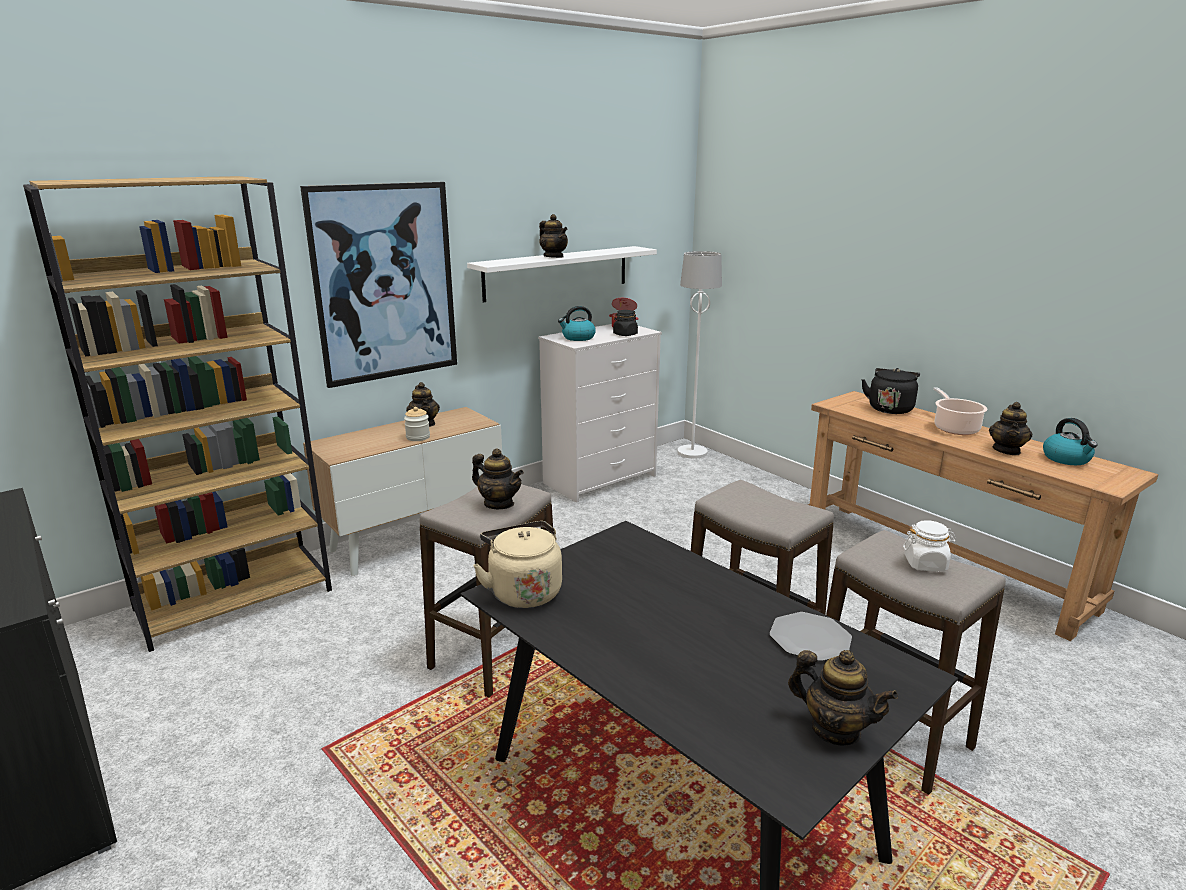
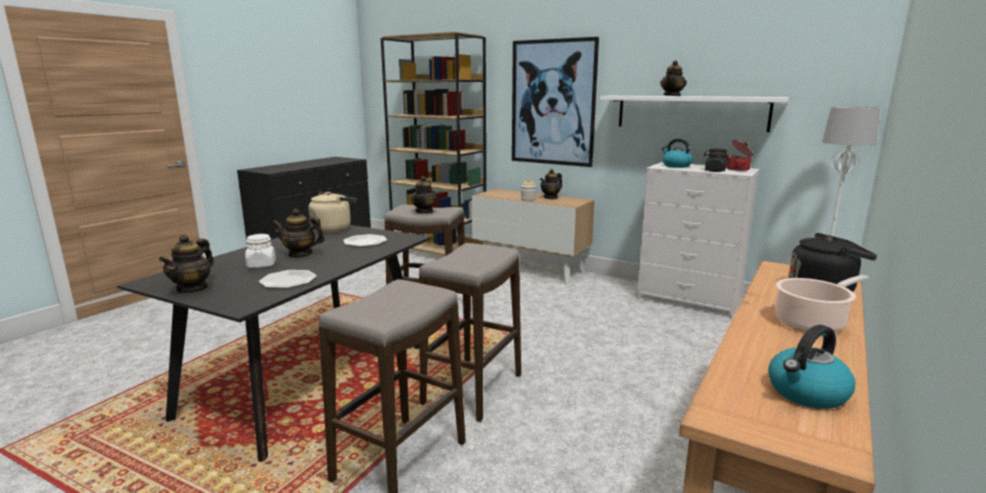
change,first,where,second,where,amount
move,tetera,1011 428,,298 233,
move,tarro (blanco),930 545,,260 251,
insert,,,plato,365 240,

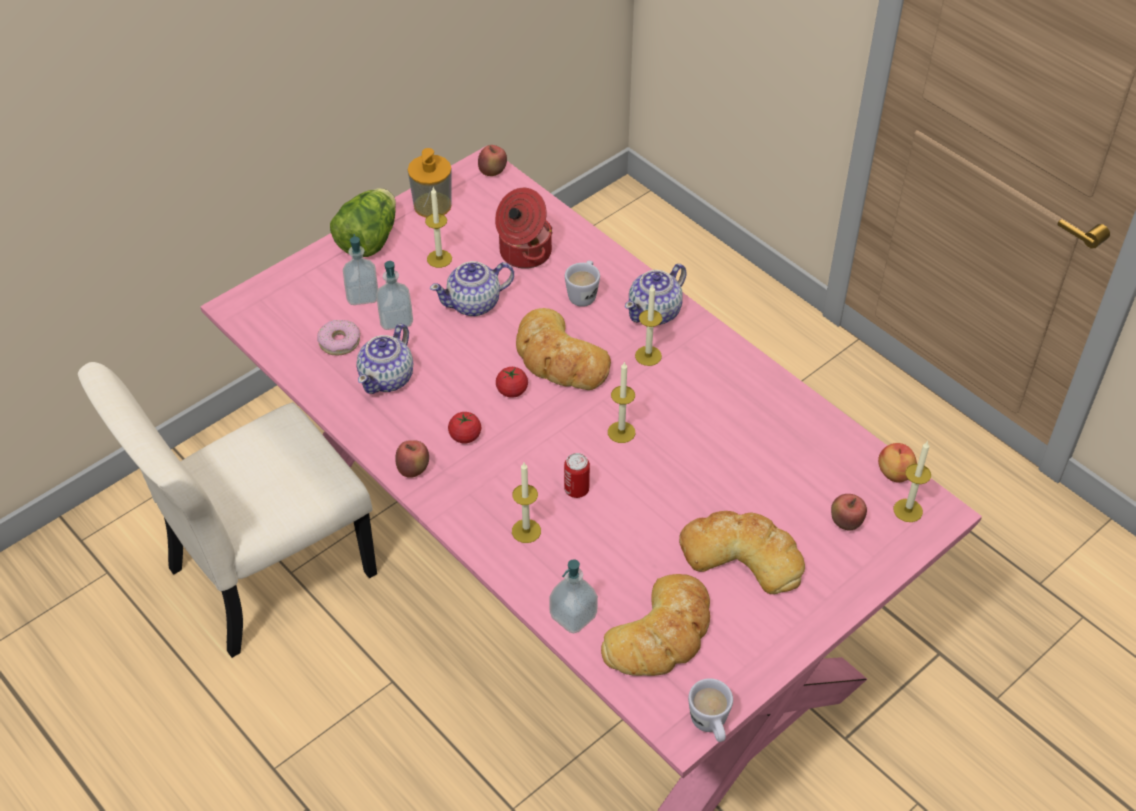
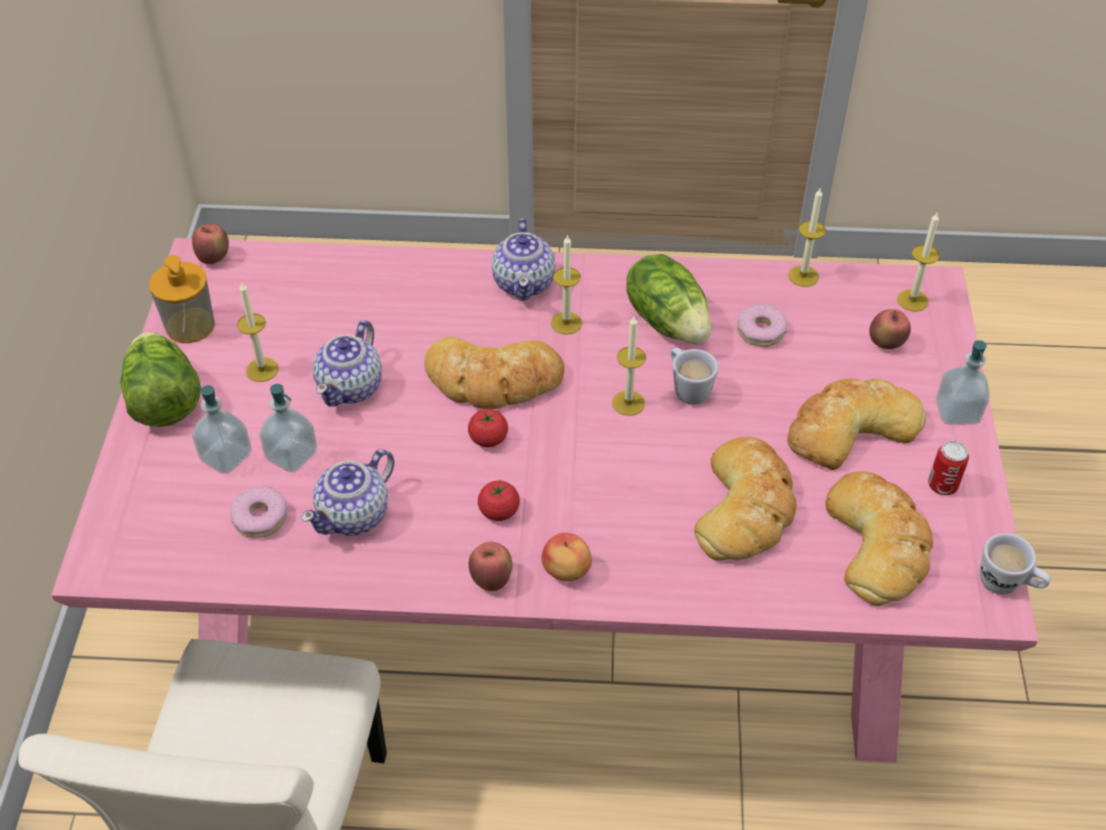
change,first,where,second,where,amount
delete,olla,524 228,,,
move,taza grande (blanco),582 284,,694 376,
rotate,tetera,385 359,,348 492,60 degrees clockwise
move,manzana,897 463,,567 557,
move,lata,577 475,,948 468,
move,vela,526 503,,807 237,
move,dispensador de jabón,573 596,,963 382,
insert,,,lechuga,669 299,
insert,,,rosquilla,762 325,
insert,,,pan,745 499,

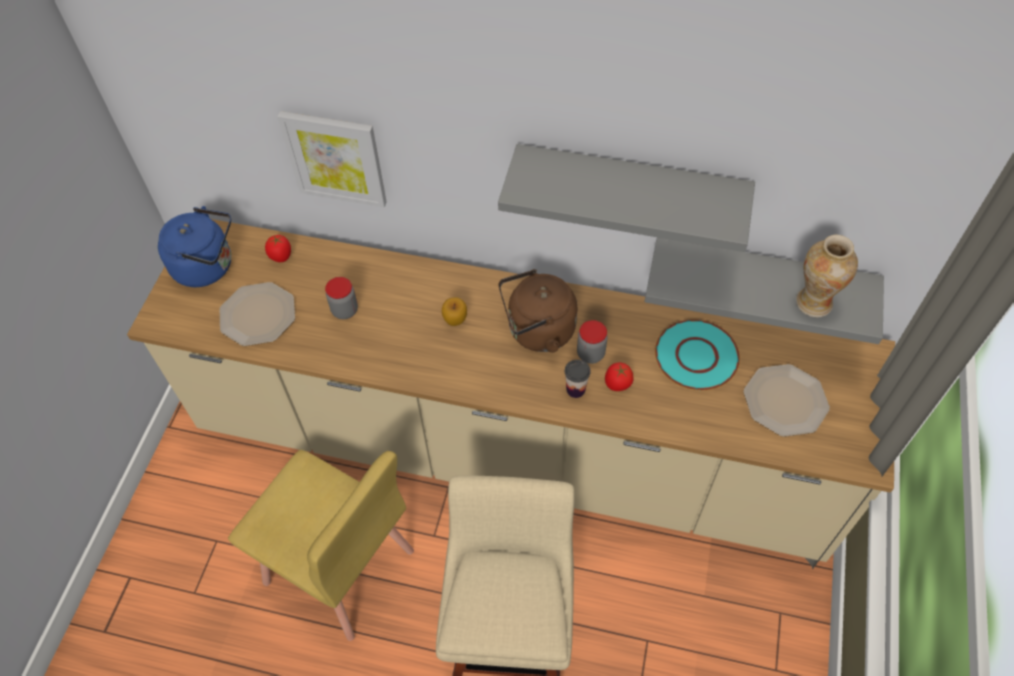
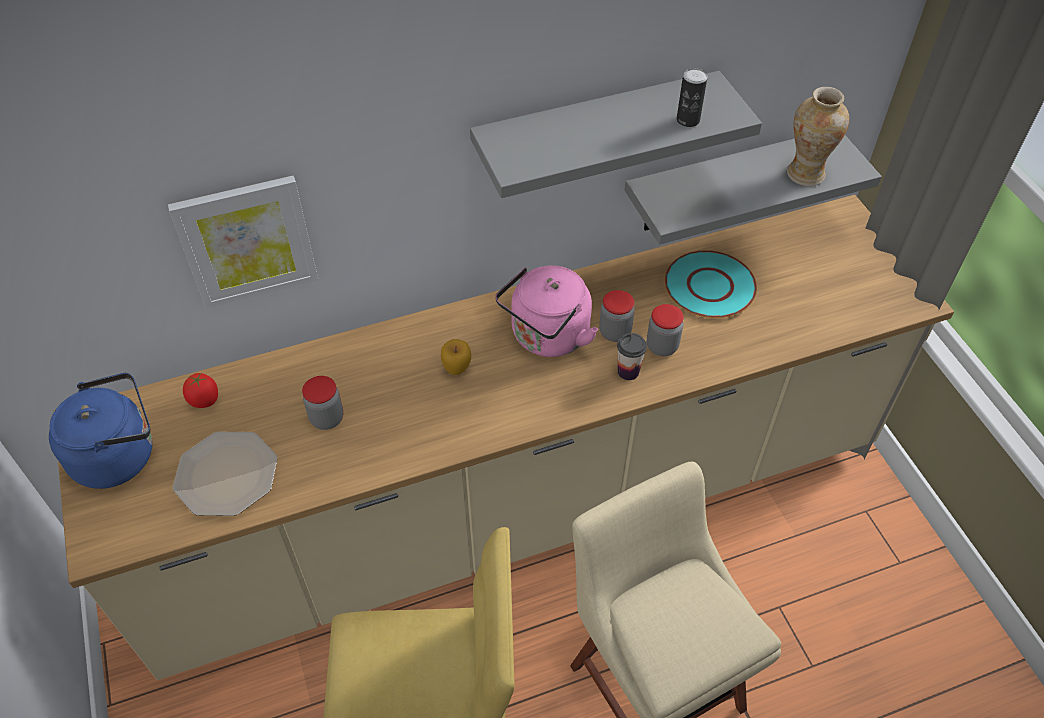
change,first,where,second,where,amount
recolor,hervidor (marrón),537 310,hervidor (rosa),546 311,
replace,tomate,619 376,tarro,665 330,
delete,plato,787 400,,,
insert,,,lata,692 97,

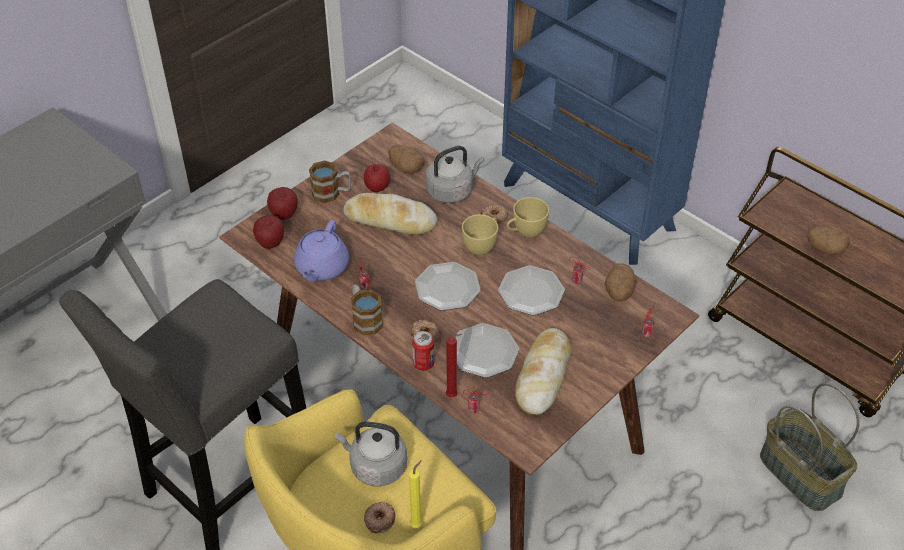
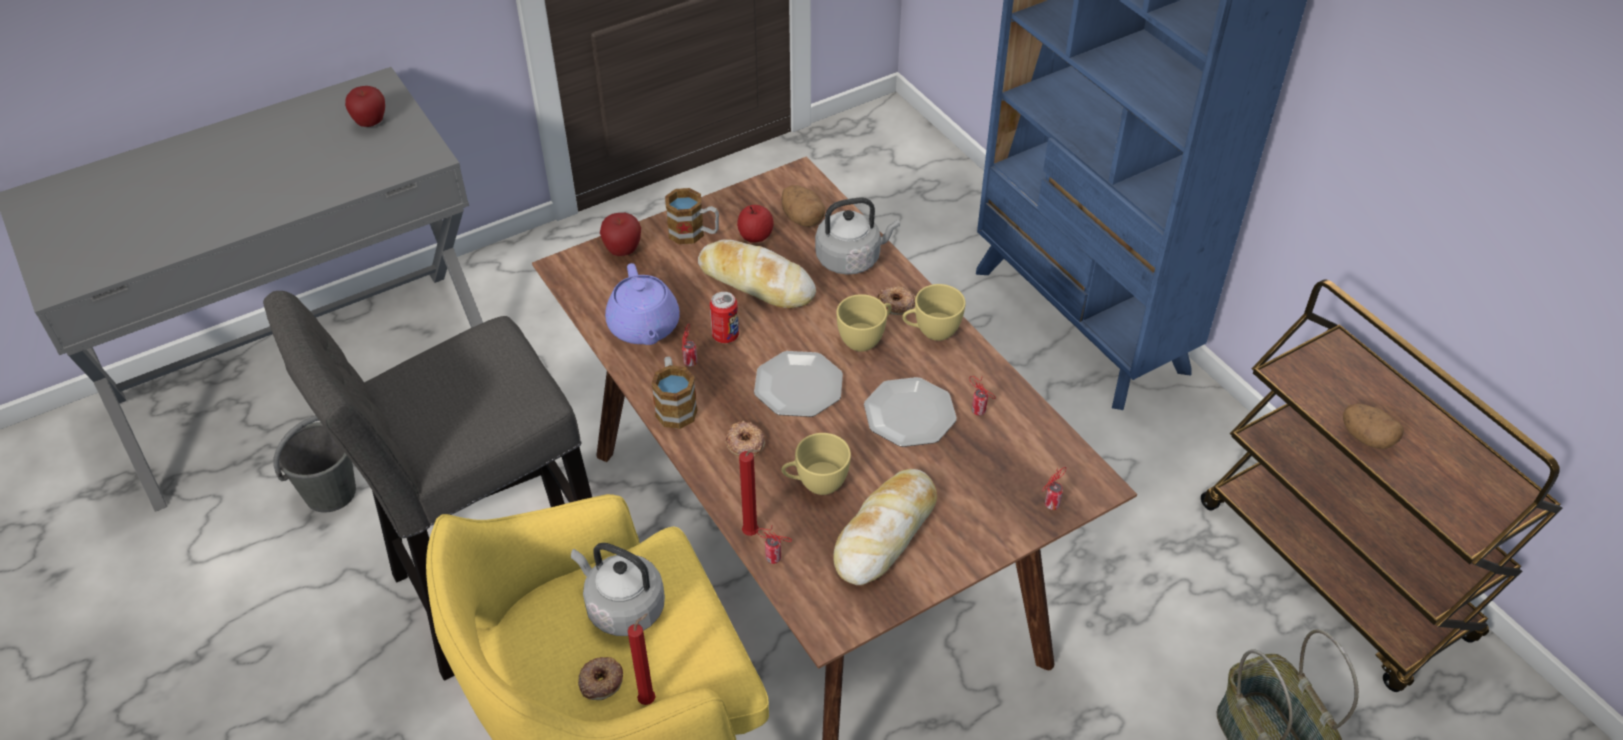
change,first,where,second,where,amount
move,manzana,268 232,,365 106,
rotate,tetera (morado),321 251,,642 304,45 degrees counterclockwise
delete,patata,621 282,,,
replace,plato,487 350,taza (amarillo),816 464,
move,lata,423 351,,724 317,
recolor,vela (amarillo),416 494,vela (rojo),641 659,
insert,,,cubo (gris),314 464,

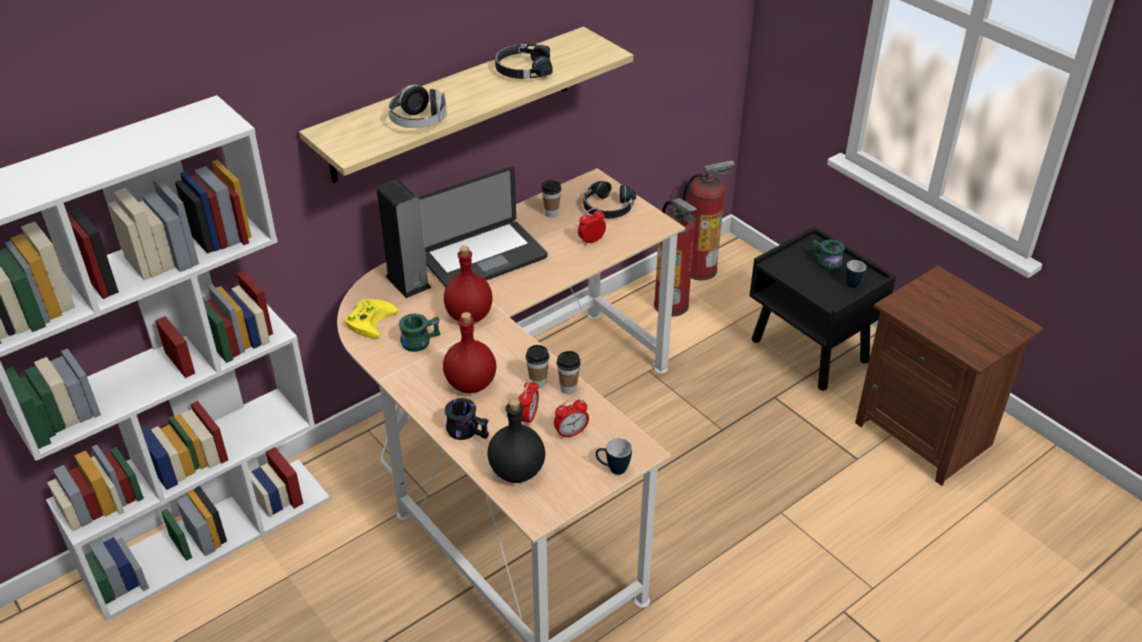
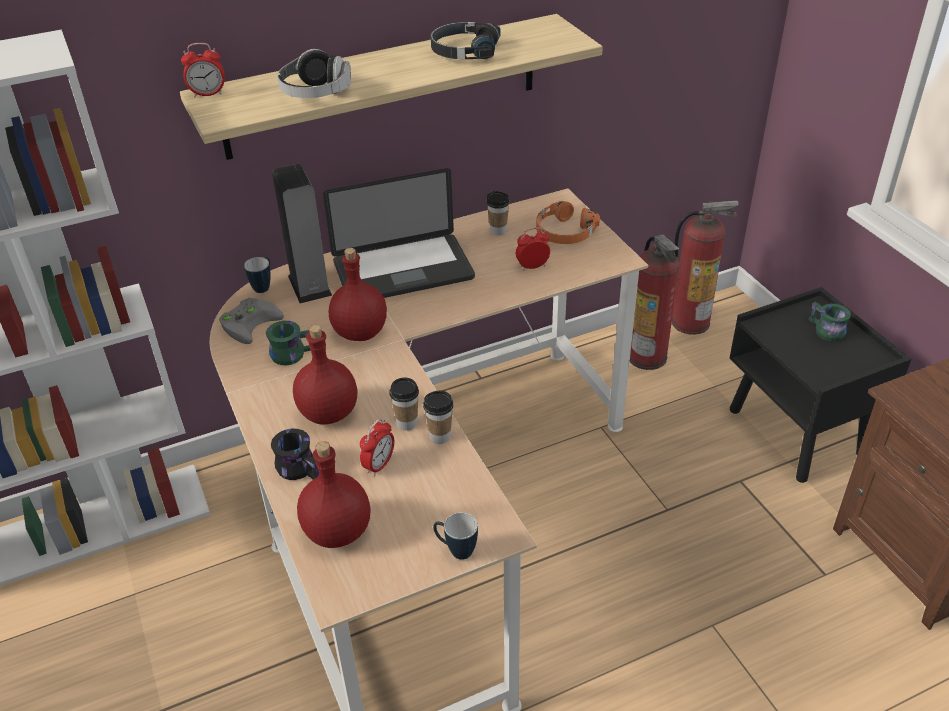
change,first,where,second,where,amount
recolor,auriculares (negro),609 199,auriculares (naranja),568 222,
move,taza grande,856 273,,257 275,
recolor,mando de consola (amarillo),371 319,mando de consola (gris),251 321,
recolor,botella (negro),516 440,botella (rojo),333 494,
move,despertador,571 418,,203 70,

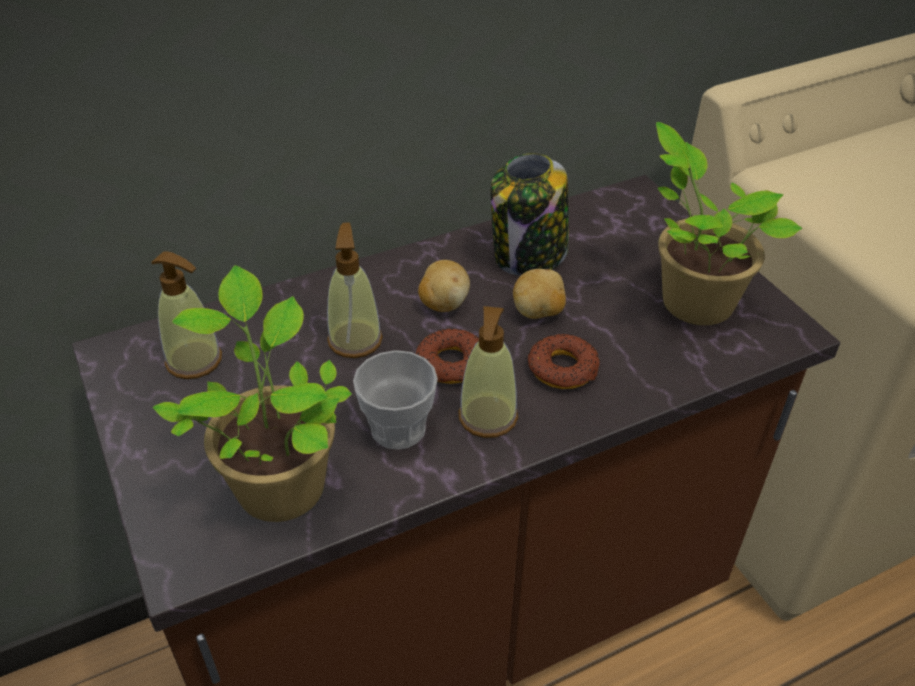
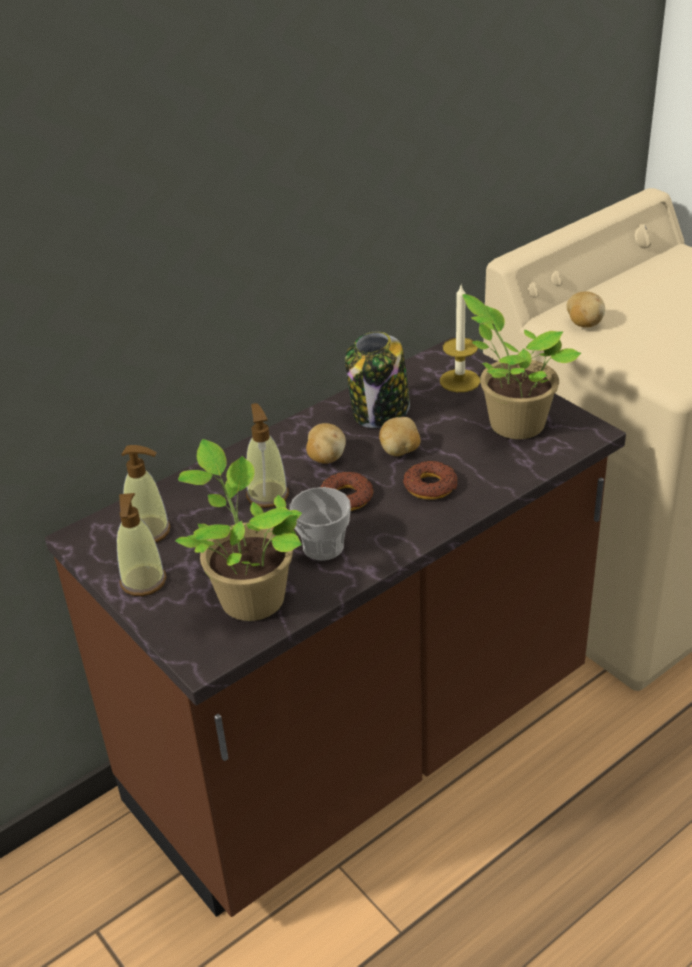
change,first,where,second,where,amount
move,dispensador de jabón,488 372,,141 544,
insert,,,vela,460 338,
insert,,,patata,585 309,

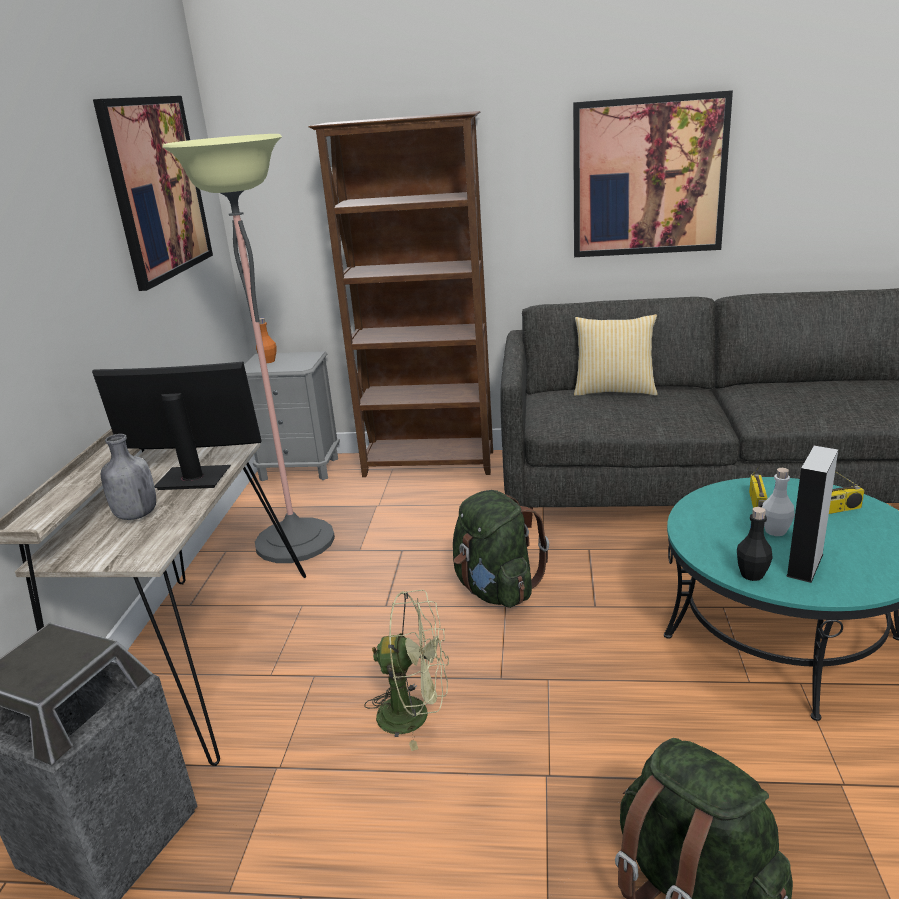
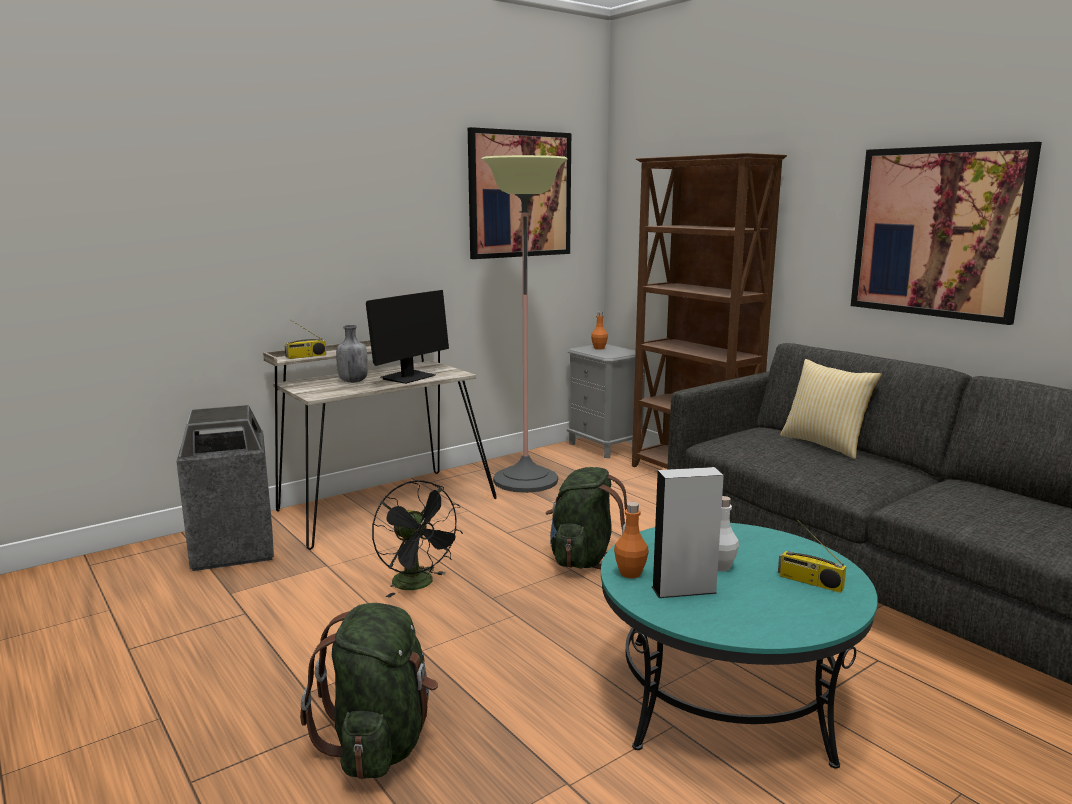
change,first,where,second,where,amount
rotate,monitor,177 426,,407 337,75 degrees clockwise
move,radio,758 486,,305 339,
recolor,botella (negro),755 544,botella (naranja),631 540,
recolor,ventilador (verde),406 670,ventilador (negro),417 539,

